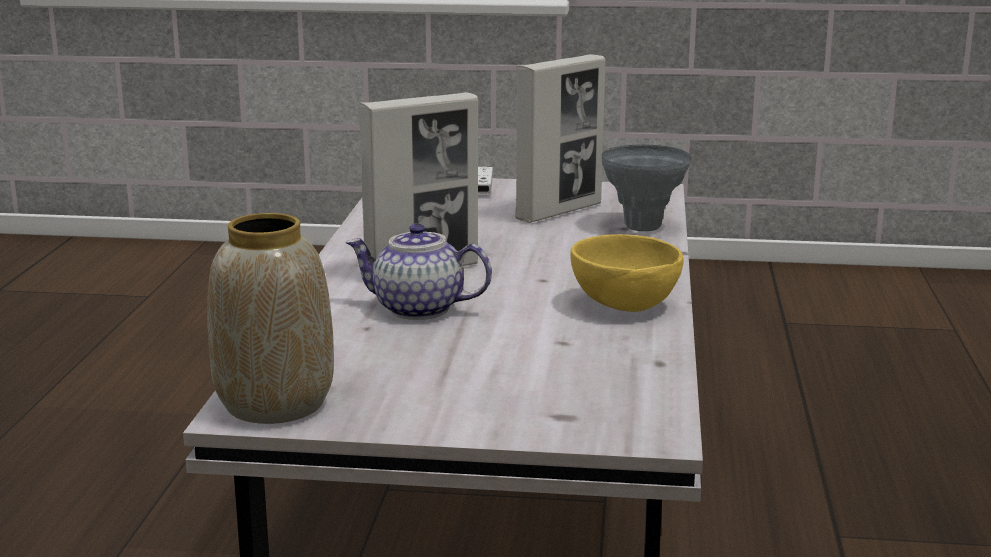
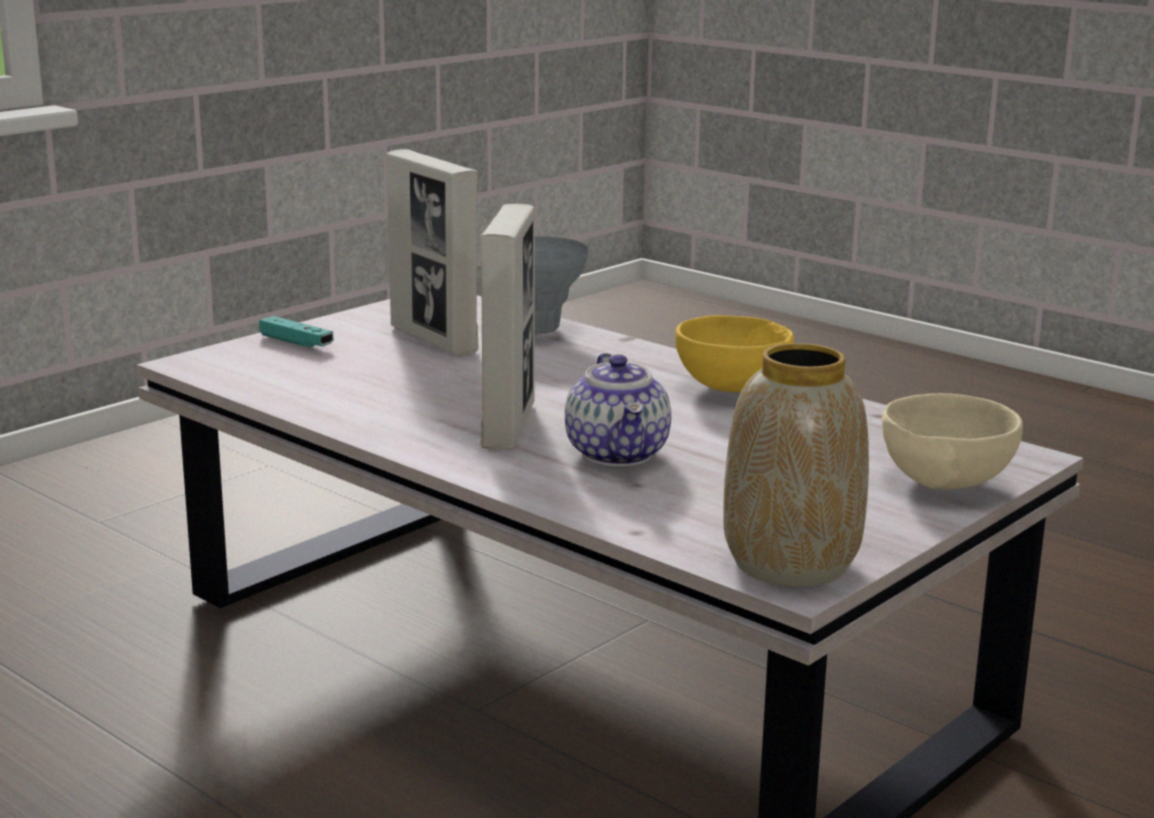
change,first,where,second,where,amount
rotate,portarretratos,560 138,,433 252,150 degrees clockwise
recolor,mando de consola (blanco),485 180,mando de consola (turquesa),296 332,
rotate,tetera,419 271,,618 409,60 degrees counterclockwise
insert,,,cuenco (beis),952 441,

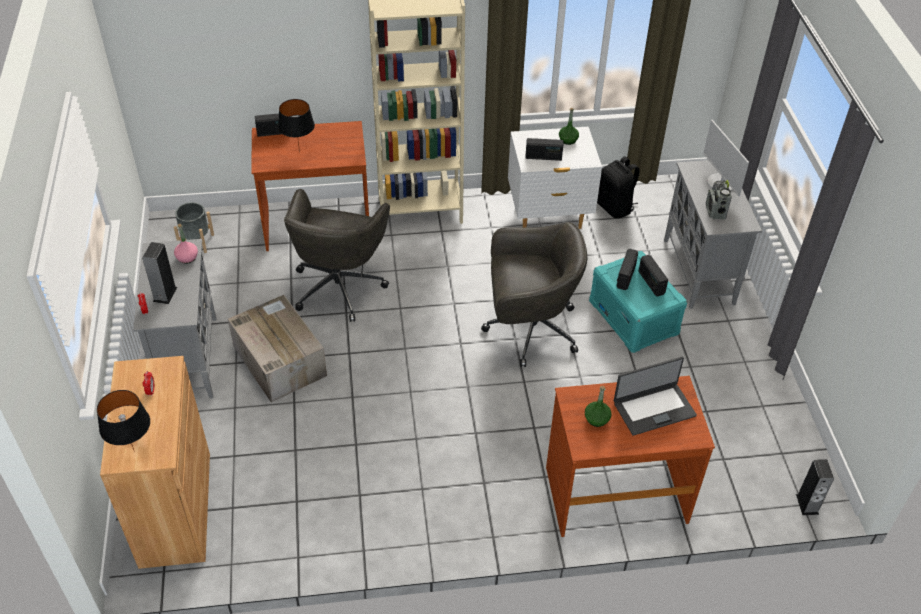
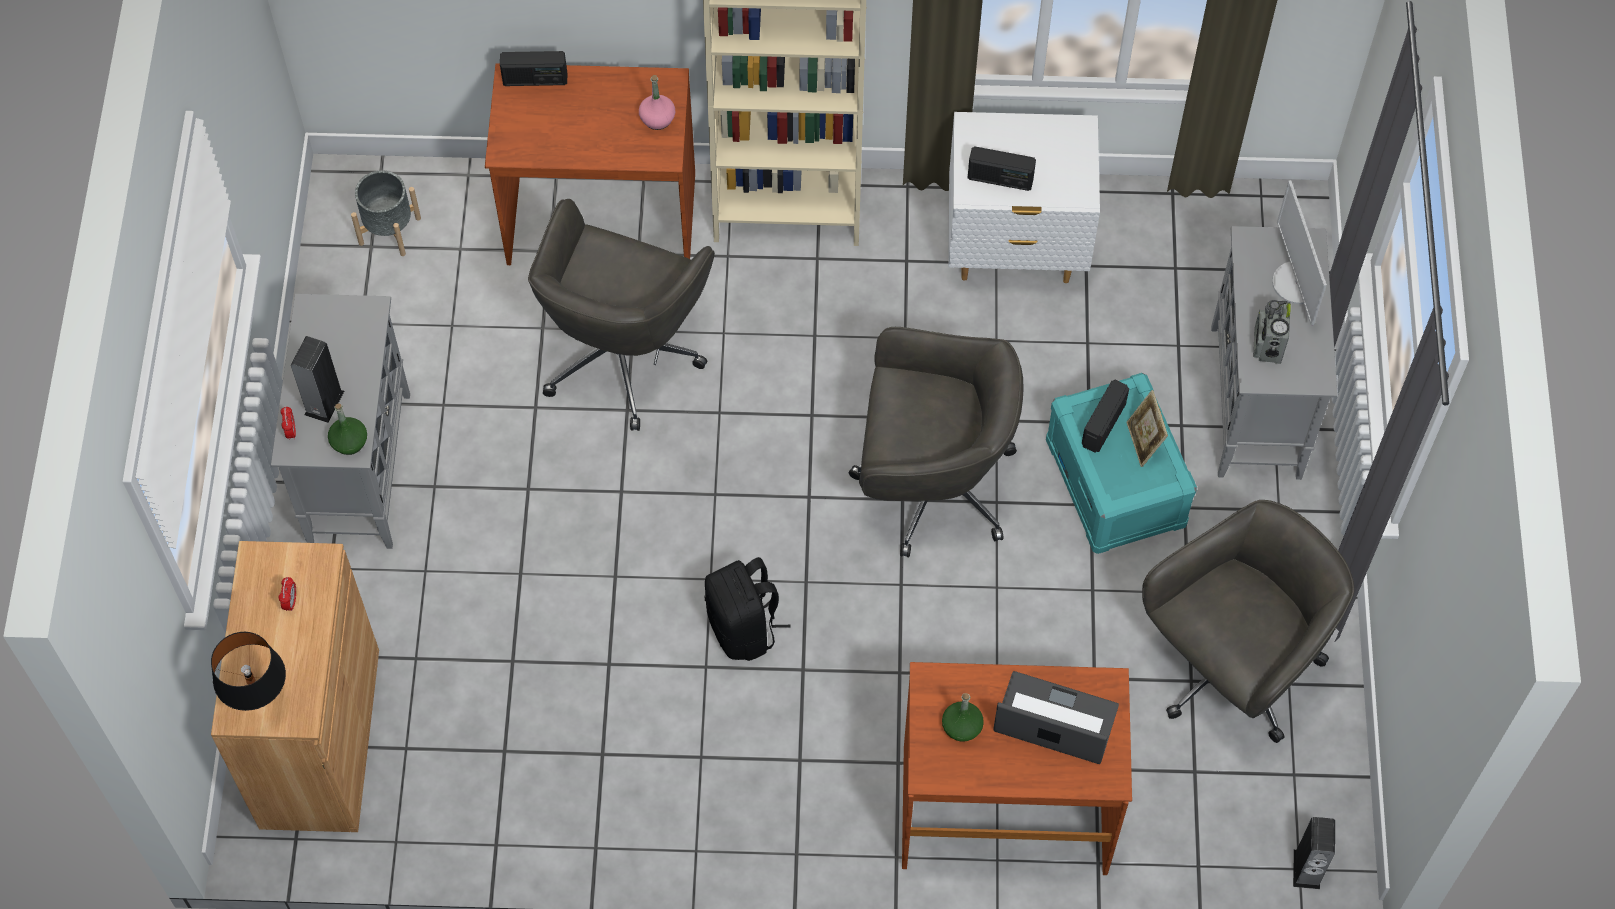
change,first,where,second,where,amount
delete,lámpara de mesa (negro),296 125,,,
move,botella (verde),569 126,,347 429,
move,mochila (negro),618 187,,748 609,
move,botella (rosa),186 244,,657 102,
replace,radio,653 276,portarretratos,1147 428,
delete,caja de cartón,277 348,,,
rotate,portátil,655 396,,1056 717,150 degrees counterclockwise
insert,,,silla de oficina (gris),1248 621,

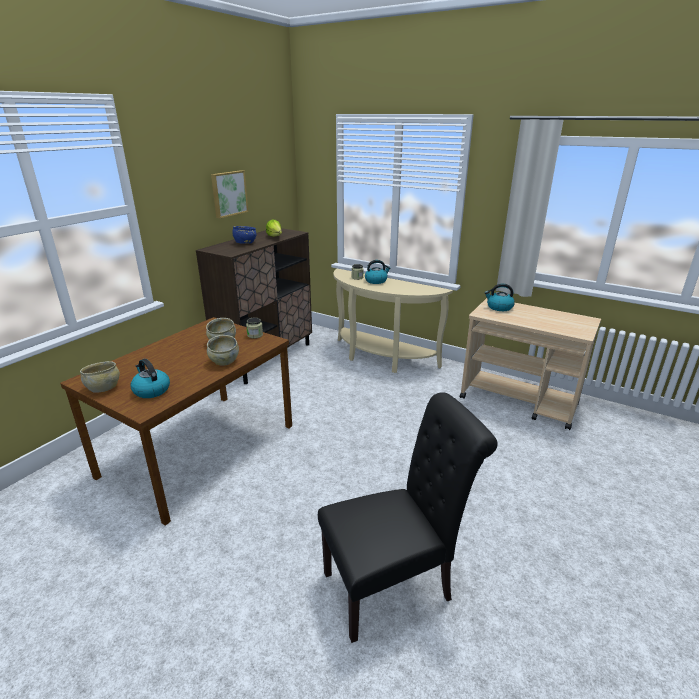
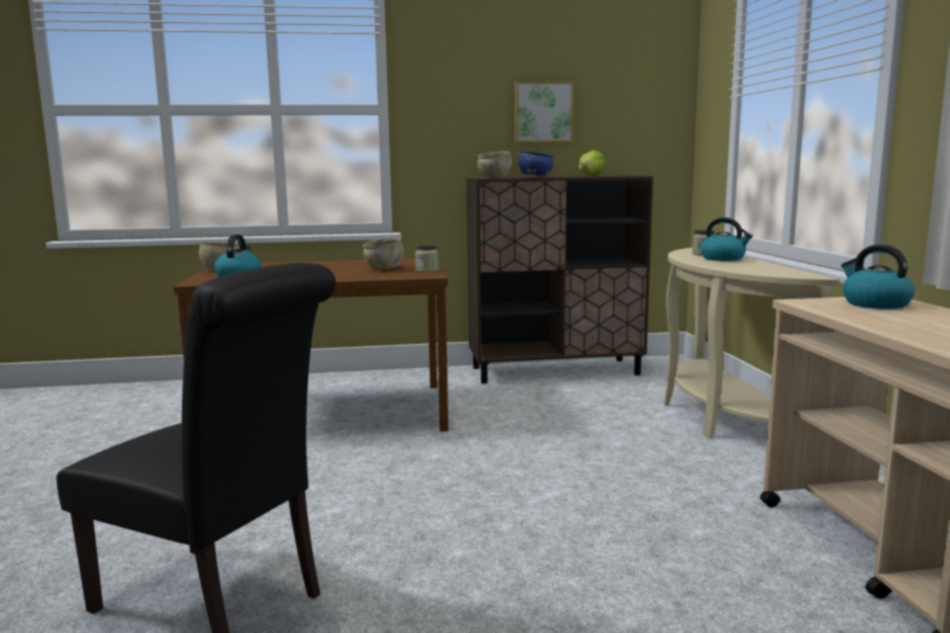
change,first,where,second,where,amount
move,cuenco (beis),223 350,,494 164,

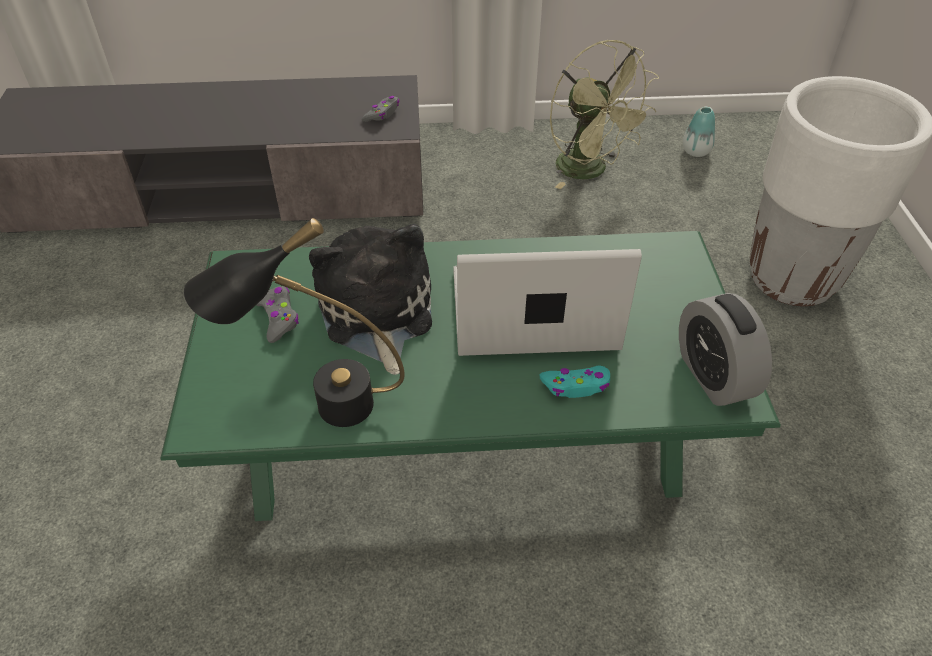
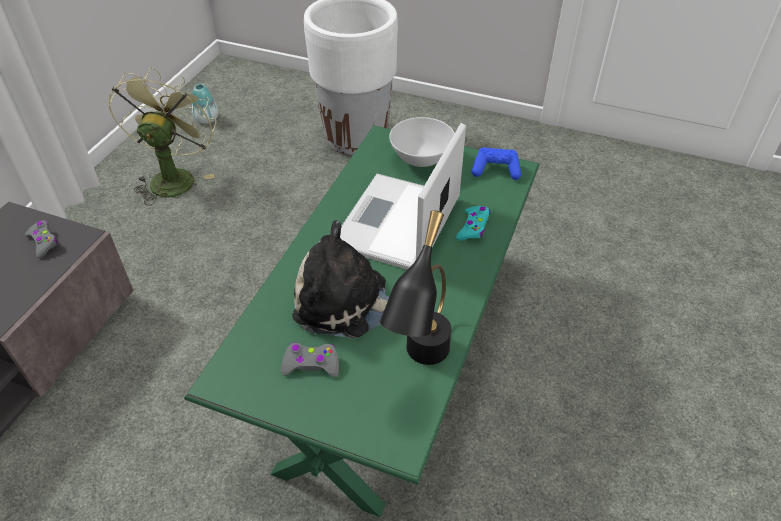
change,first,where,second,where,amount
rotate,ventilador (verde),604 114,,162 136,75 degrees counterclockwise
replace,despertador,725 349,mando de consola (azul),496 164,
insert,,,cuenco (blanco),422 142,

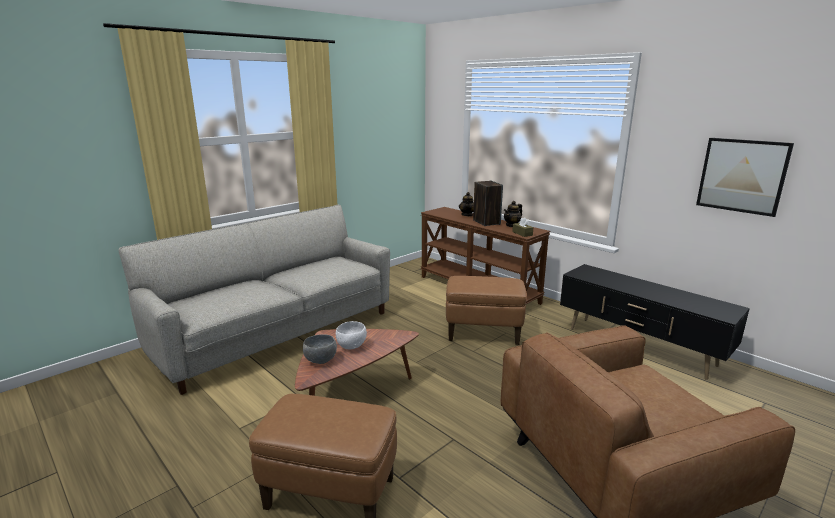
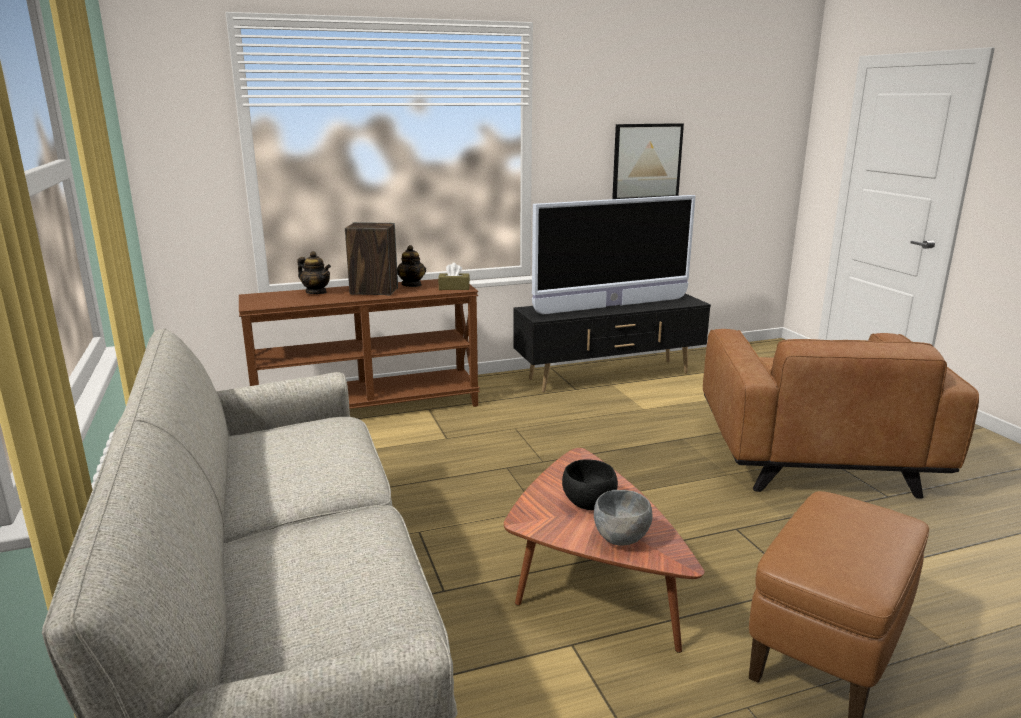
change,first,where,second,where,amount
delete,puf (marrón),486 310,,,
recolor,cuenco (blanco),351 335,cuenco (negro),590 484,
insert,,,televisor,614 255,

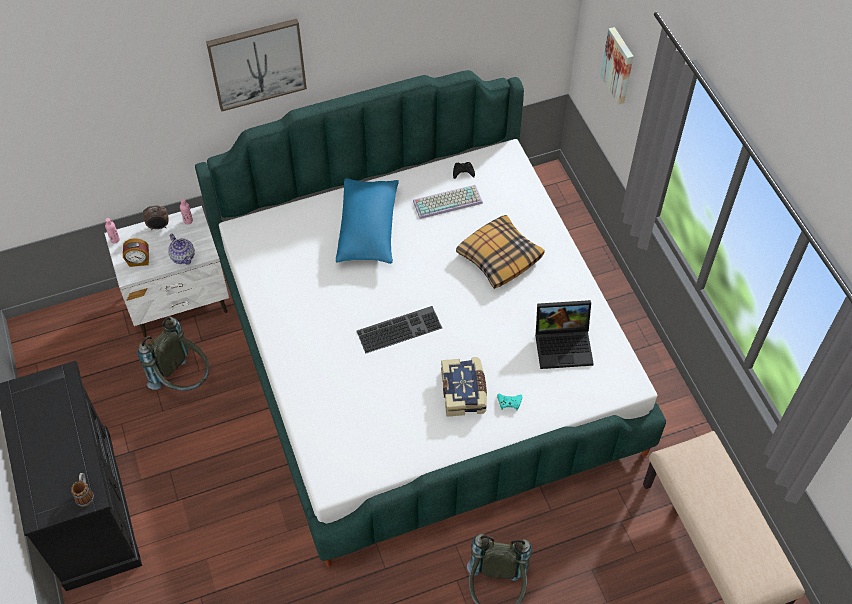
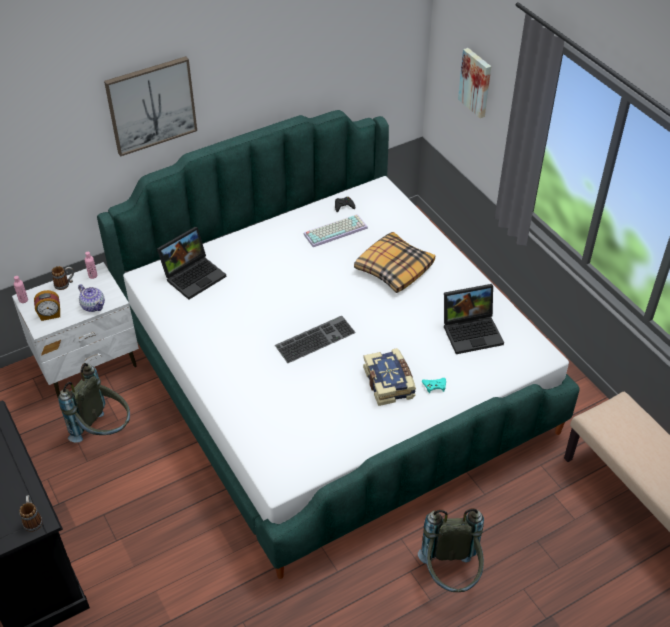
change,first,where,second,where,amount
delete,cojín (azul),367 221,,,
replace,despertador,156 218,taza grande,63 278,
insert,,,portátil,192 263,

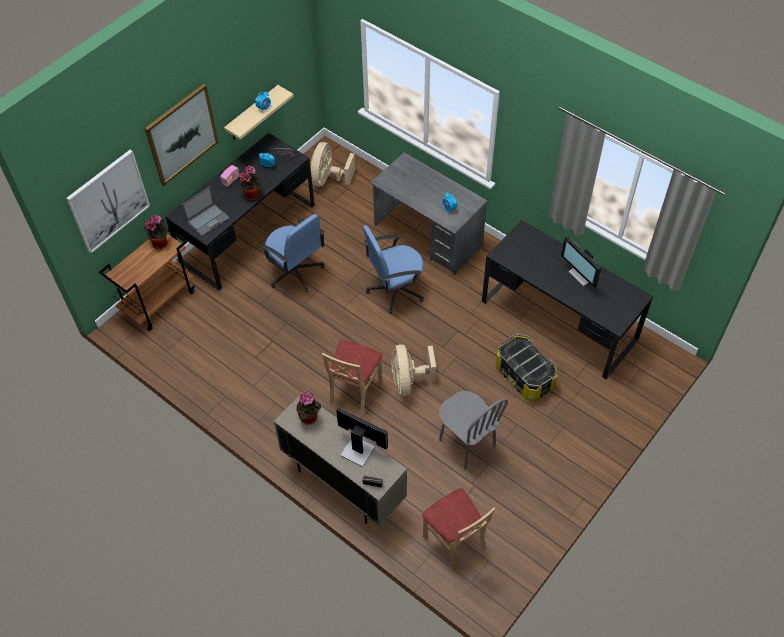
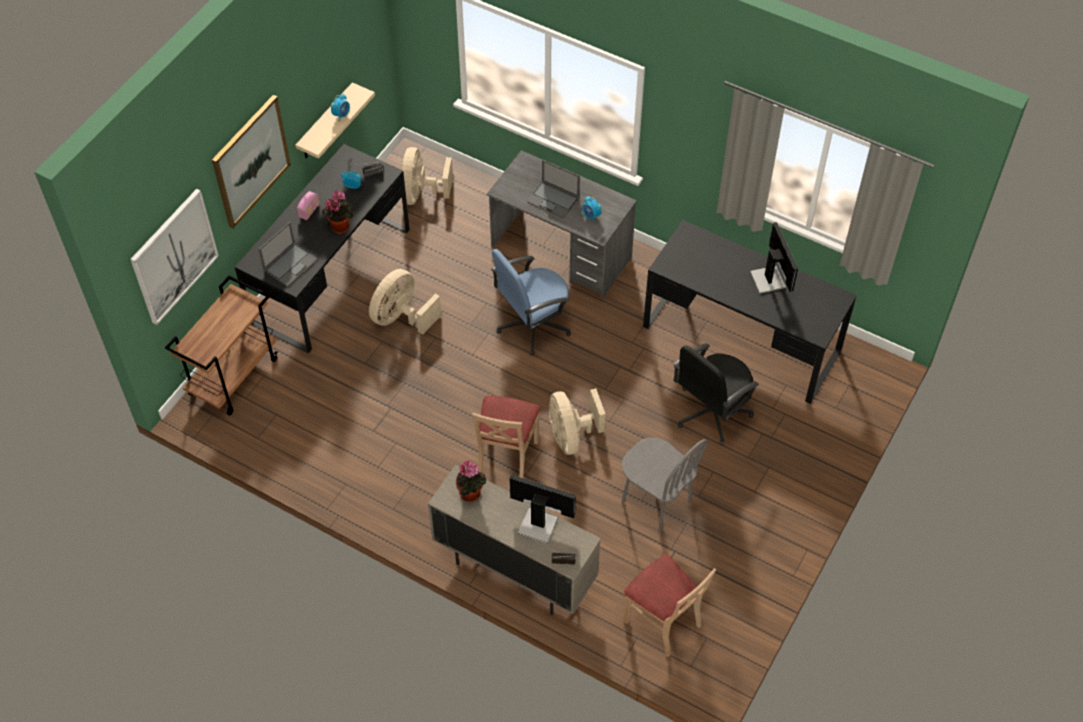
change,first,where,second,where,amount
replace,silla de oficina (azul),292 253,ventilador (beis),405 301,
delete,planta en maceta,156 232,,,
rotate,monitor,581 262,,774 258,150 degrees counterclockwise
replace,caja de almacenaje,526 367,silla de oficina (negro),716 394,
insert,,,portátil,553 189,

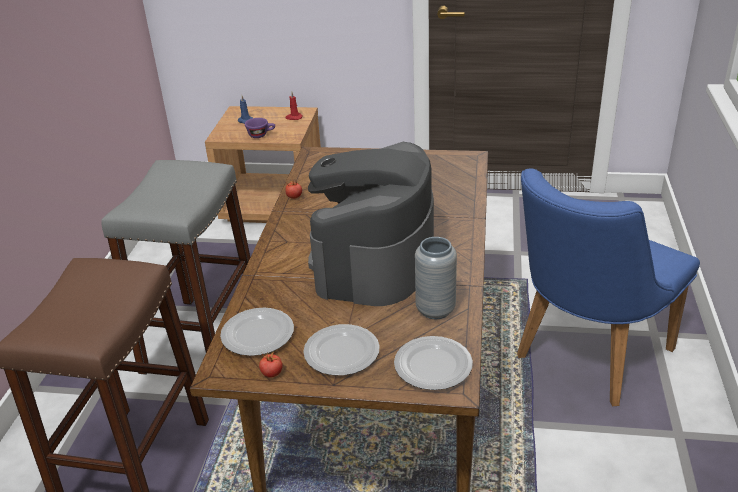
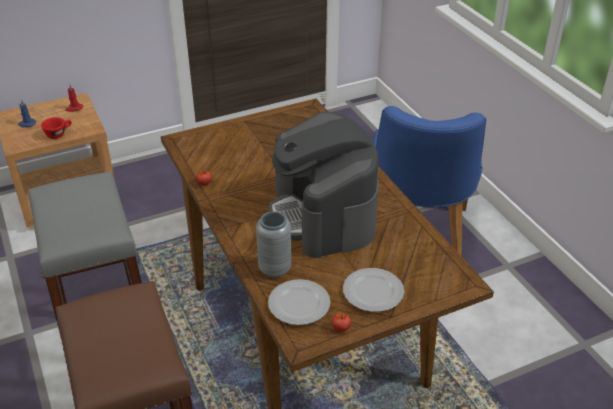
change,first,where,second,where,amount
recolor,taza (morado),260 128,taza (rojo),56 128,
move,florero (gris),436 278,,273 244,
delete,plato,433 363,,,

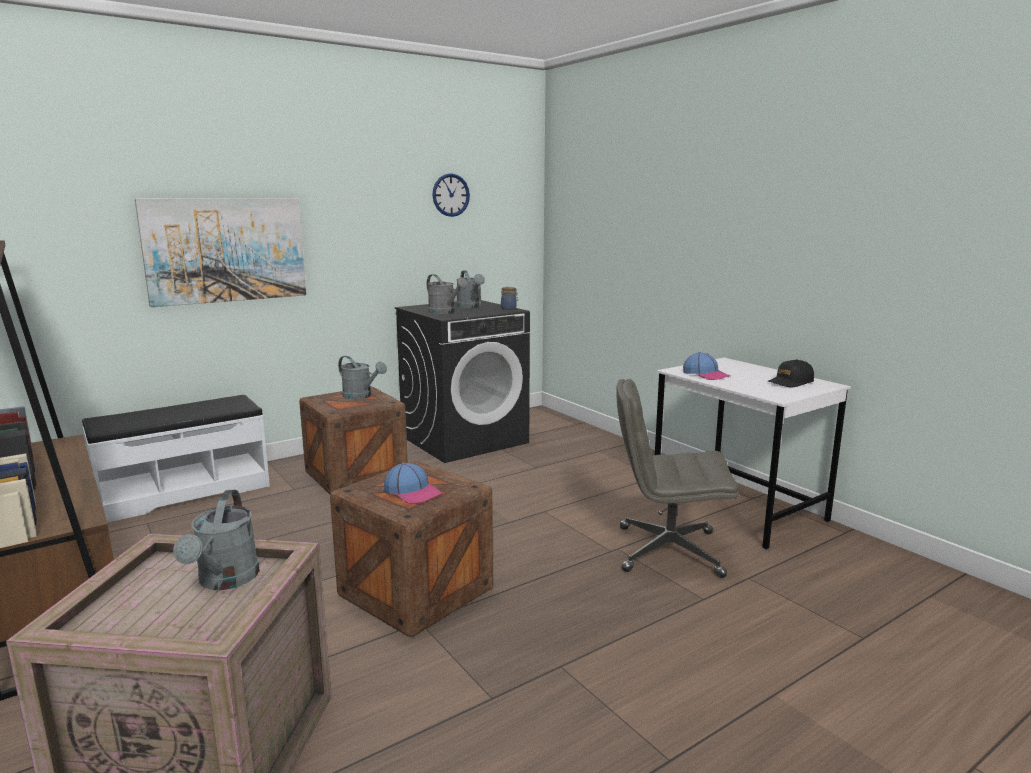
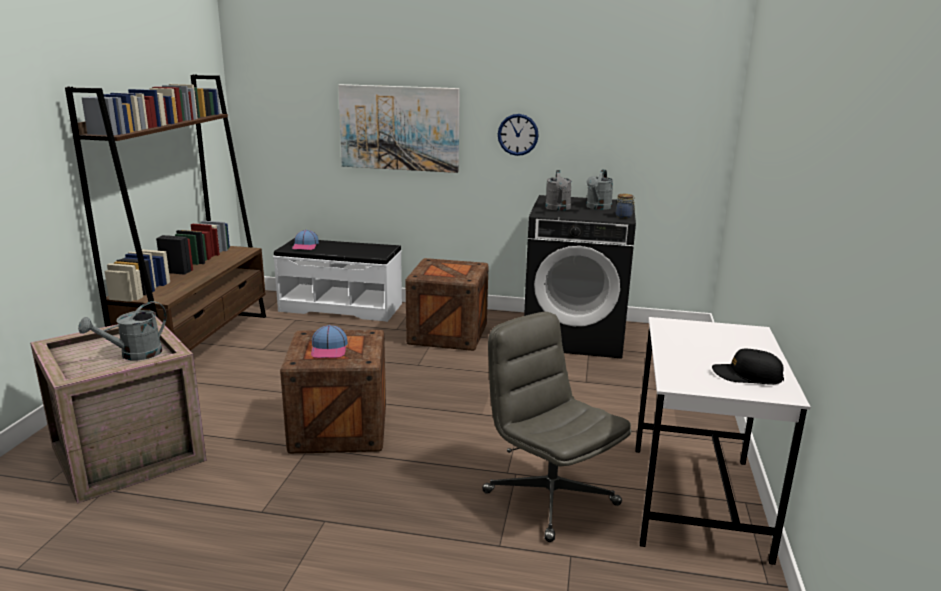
change,first,where,second,where,amount
move,reloj de pared,451 195,,518 135,
move,gorra,706 366,,305 240,
delete,regadera (gris),362 377,,,

